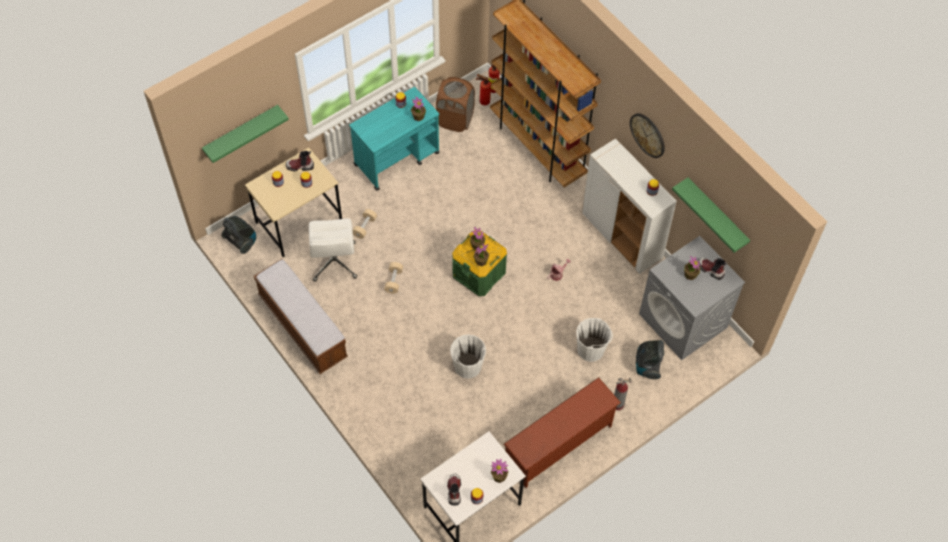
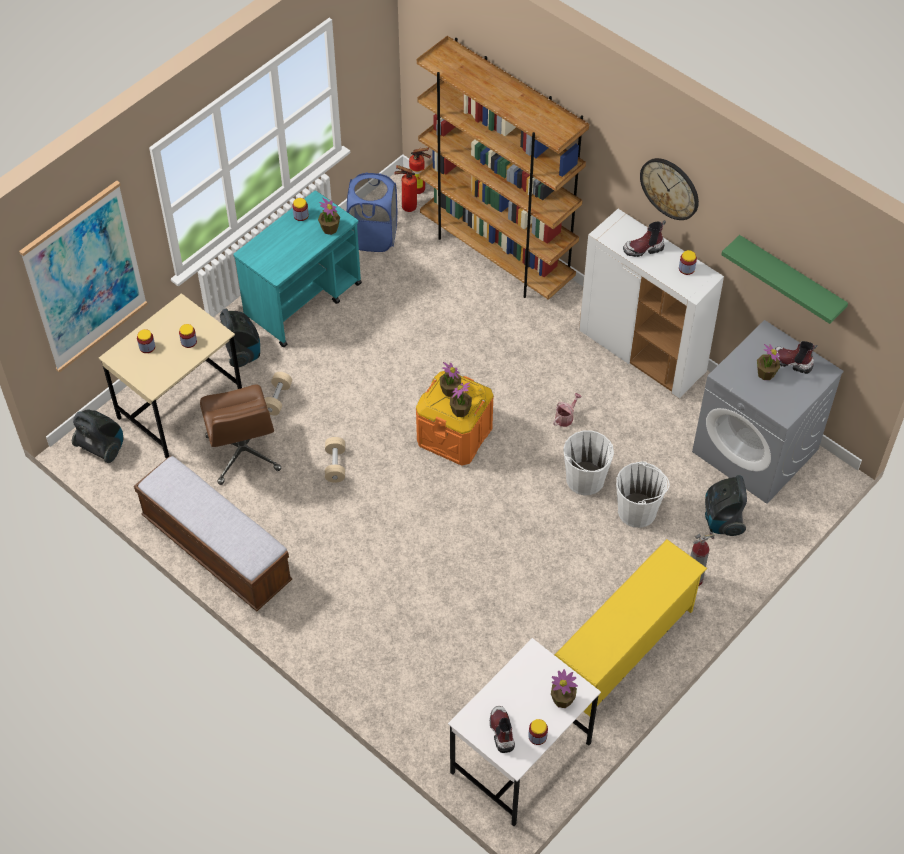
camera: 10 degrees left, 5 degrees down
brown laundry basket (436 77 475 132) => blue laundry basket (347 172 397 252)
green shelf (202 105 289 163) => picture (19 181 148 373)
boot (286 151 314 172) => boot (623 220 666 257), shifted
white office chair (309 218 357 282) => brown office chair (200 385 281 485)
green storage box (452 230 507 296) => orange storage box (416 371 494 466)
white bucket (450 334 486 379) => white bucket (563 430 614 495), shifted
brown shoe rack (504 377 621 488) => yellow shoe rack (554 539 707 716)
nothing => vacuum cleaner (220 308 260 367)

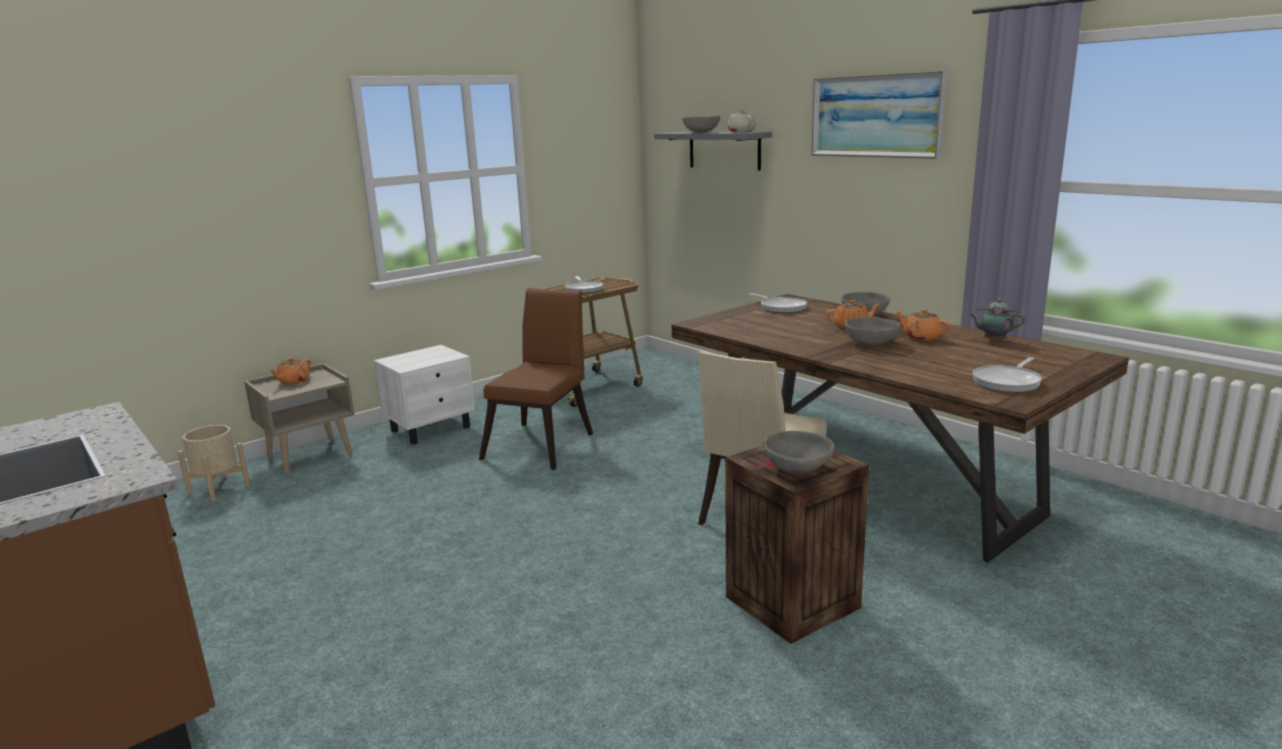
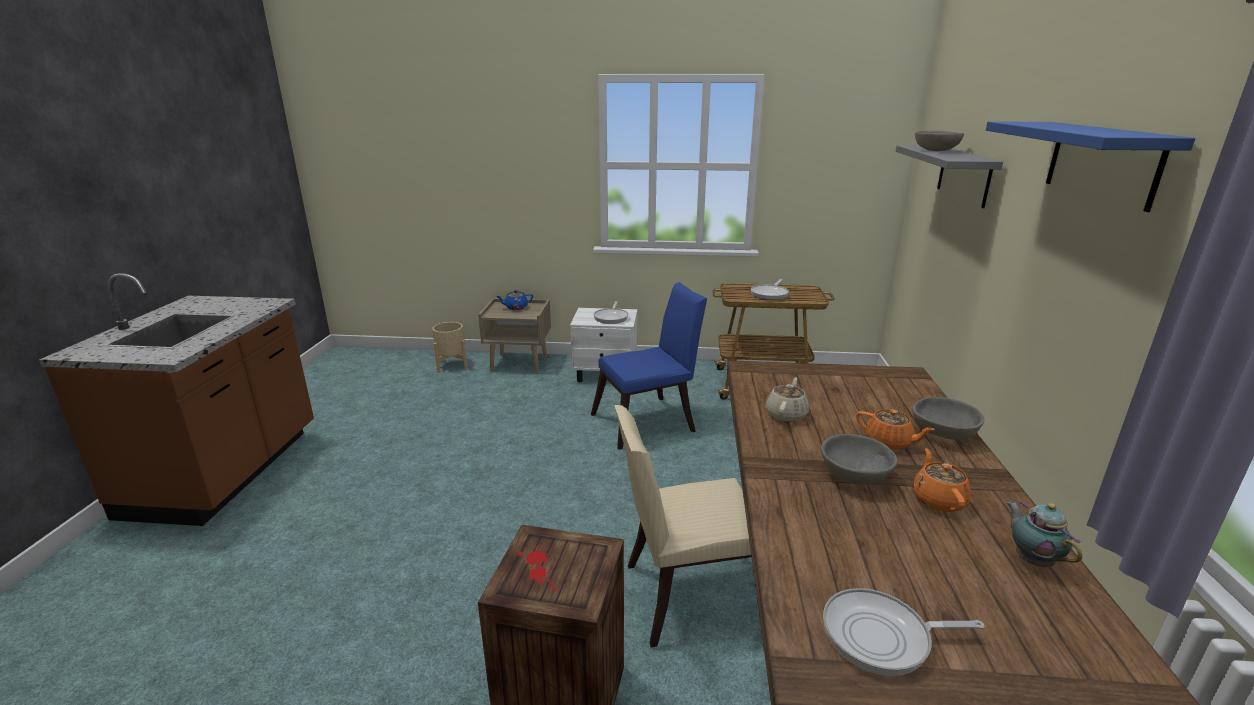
camera: 45 degrees right, 5 degrees up
picture (811 71 947 159) => blue shelf (986 121 1195 212)
beige teapot (728 109 756 132) => beige teapot (766 377 809 422), shifted
brown chair (479 288 593 470) => blue chair (591 282 707 450)
frying pan (749 293 807 313) => frying pan (593 301 628 324), shifted
orange teapot (269 358 311 384) => blue teapot (496 290 533 310)
grey bowl (763 431 835 475) => nothing

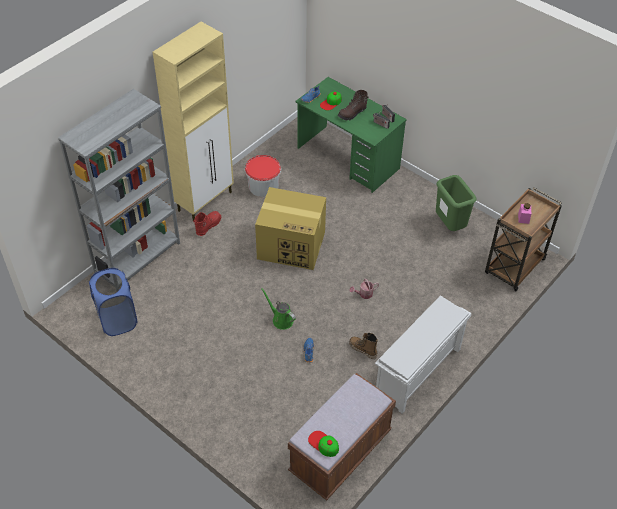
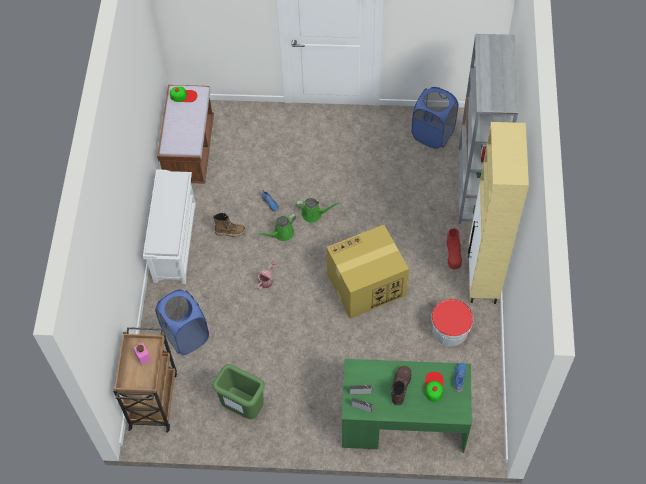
camera: 145 degrees right, 10 degrees up
nothing => green watering can (258 214 297 241)
nothing => blue laundry basket (155 289 209 355)

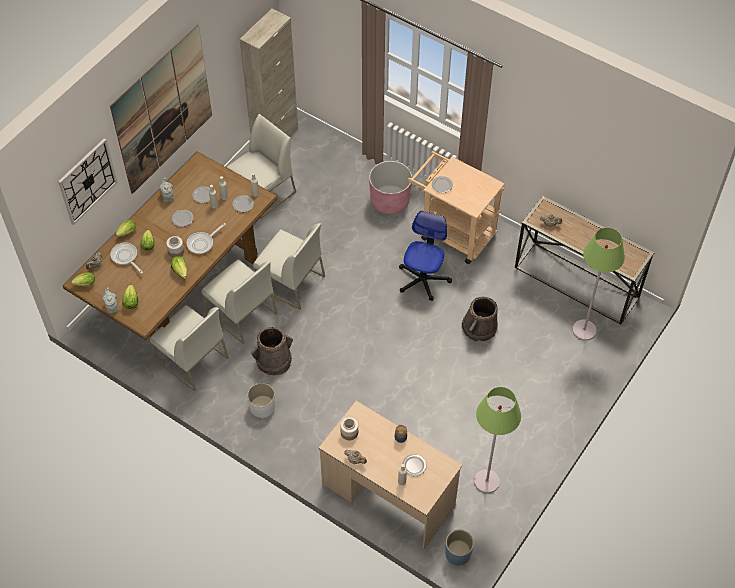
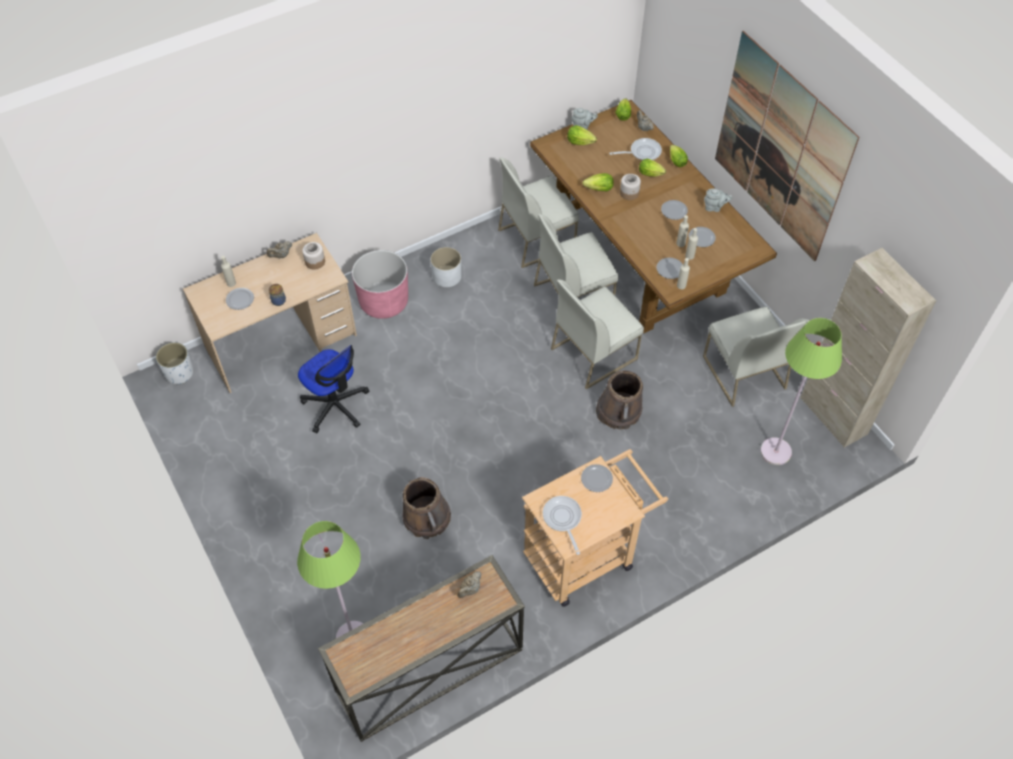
camera: 115 degrees right, 0 degrees up
wall clock (58 138 117 225) => nothing
pink planter (369 161 412 214) => pink planter (352 250 408 319), shifted
office chair (399 211 452 301) => office chair (298 345 369 433), shifted
frying pan (187 223 226 254) => frying pan (543 496 582 555), shifted
brown bucket (251 327 293 375) => brown bucket (596 371 643 430), shifted
green floor lamp (474 387 521 493) => green floor lamp (760 318 842 465), shifted
blue planter (445 530 474 565) => white planter (156 342 193 384)

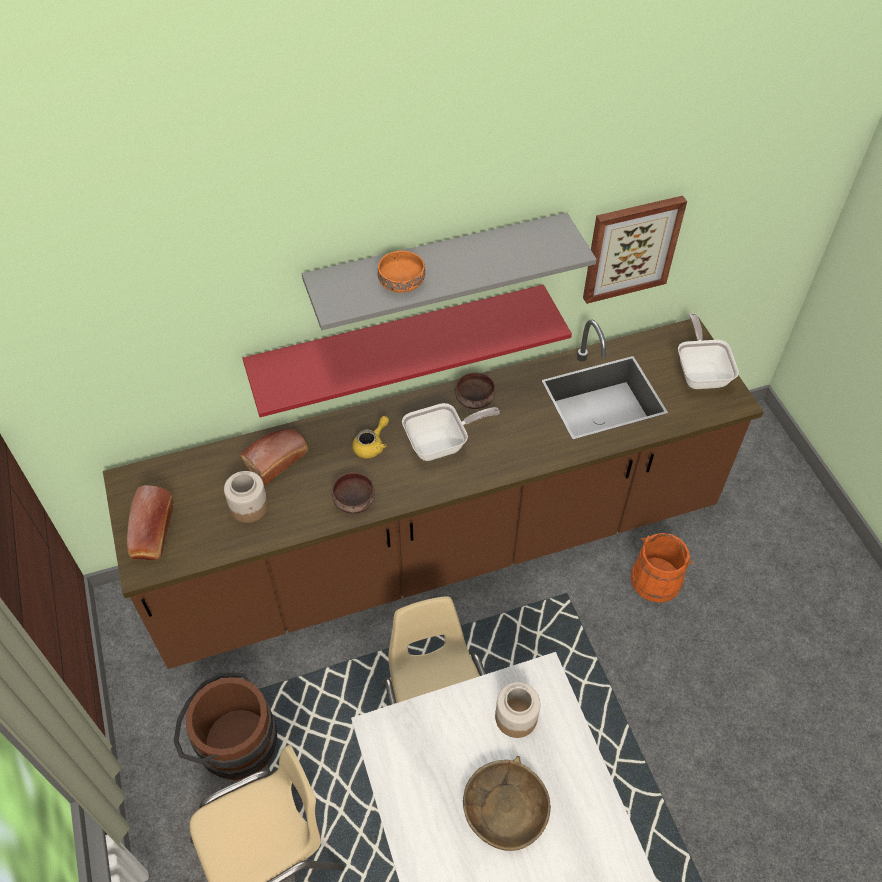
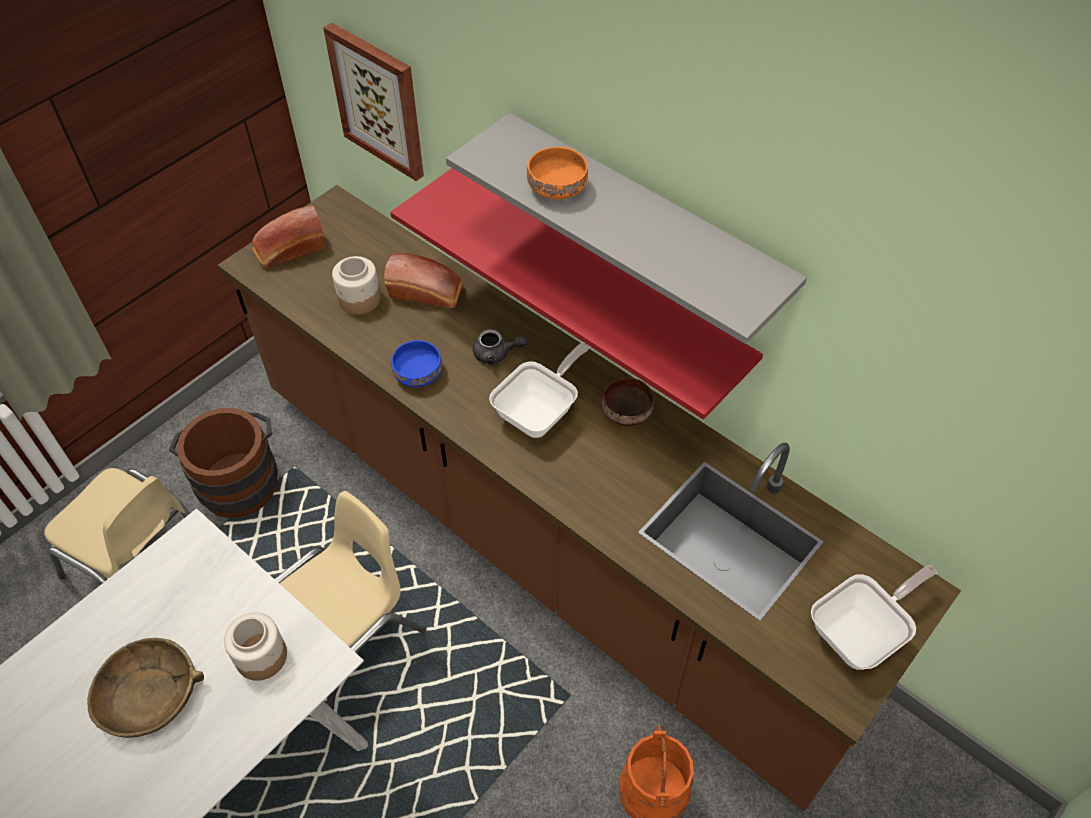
camera: 60 degrees right, 0 degrees up
picture (583 196 687 304) => picture (323 23 424 181), shifted
frying pan (402 403 500 461) => frying pan (489 343 590 438), 90 degrees counterclockwise
yellow teapot (352 416 389 459) => grey teapot (473 329 527 364)
brown bowl (332 472 375 513) => blue bowl (391 340 442 387)

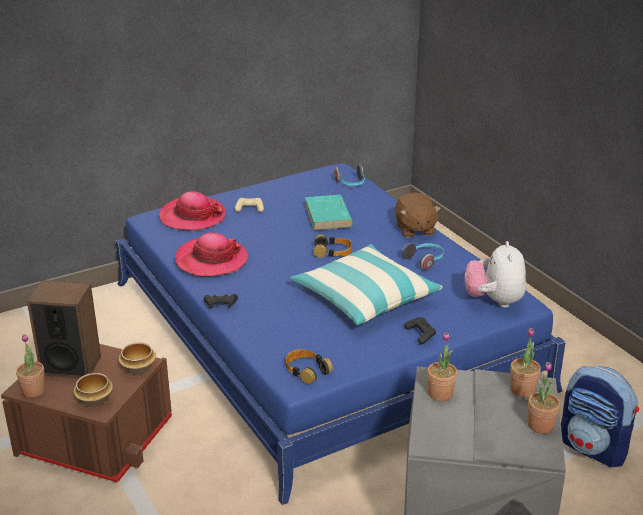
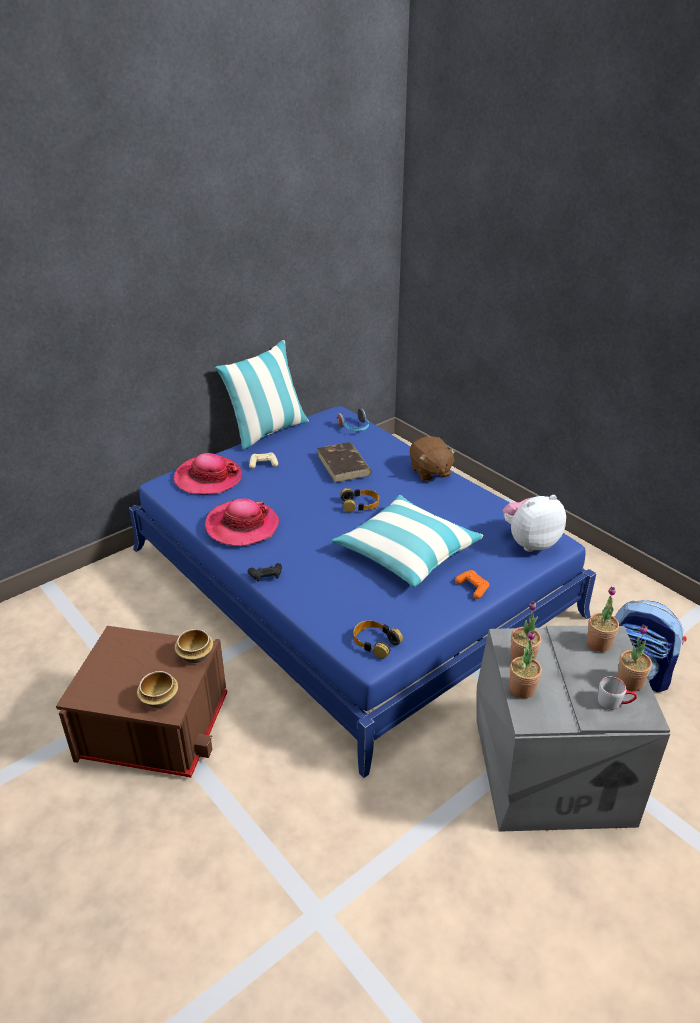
camera: 10 degrees left, 5 degrees up
turquoise book (305 195 353 230) => brown book (317 442 372 483)
plush toy (464 241 526 308) => plush toy (503 495 566 552), 75 degrees clockwise
headphones (402 243 444 270) => nothing
speaker (27 280 101 378) => nothing
black game controller (404 317 436 344) => orange game controller (455 570 489 599)
potted plant (16 334 45 397) => potted plant (510 631 542 698), shifted
nothing => pillow (215 340 309 450)
nothing => grey mug (598 677 637 710)

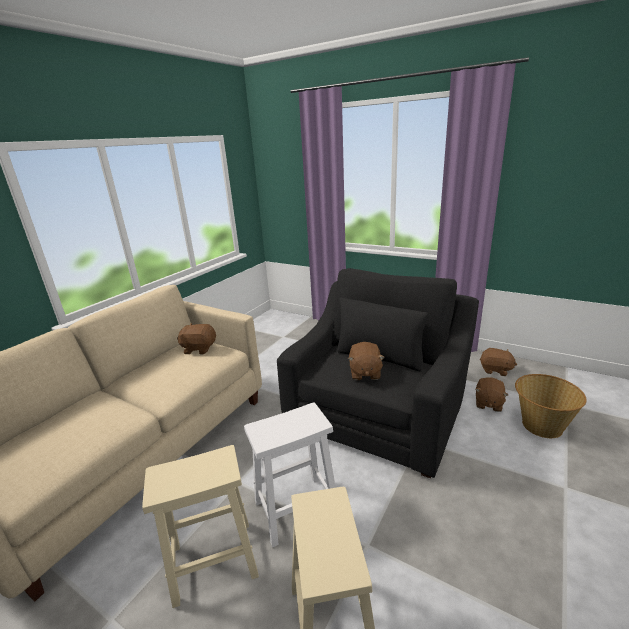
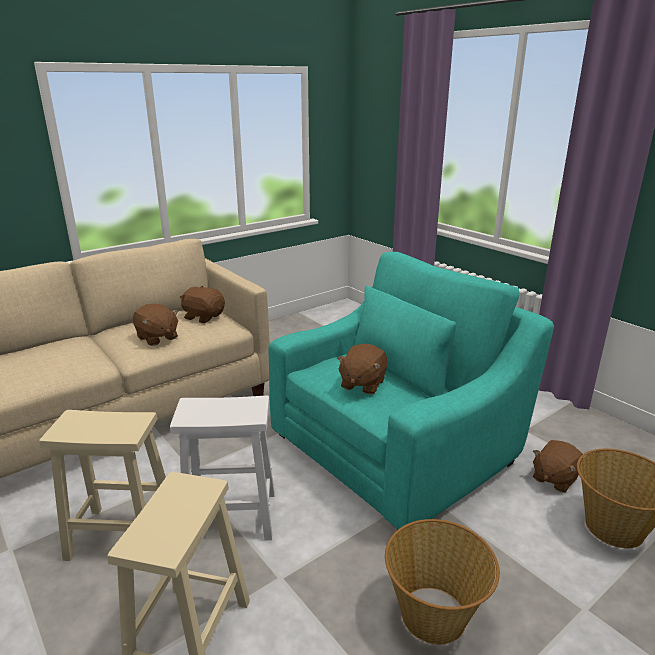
camera: 20 degrees right, 0 degrees up
black armchair (277 268 479 478) => turquoise armchair (268 252 554 530)
brown plush toy (480 348 517 376) => brown plush toy (133 304 179 346), shifted
nothing => basket (385 519 500 645)

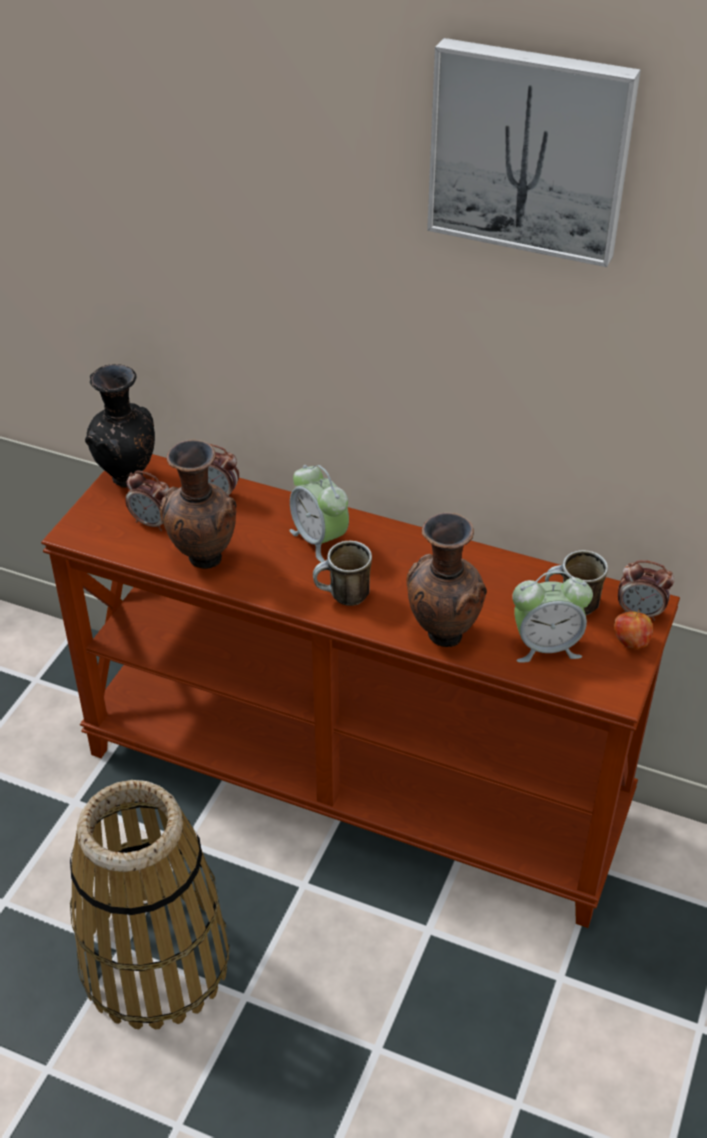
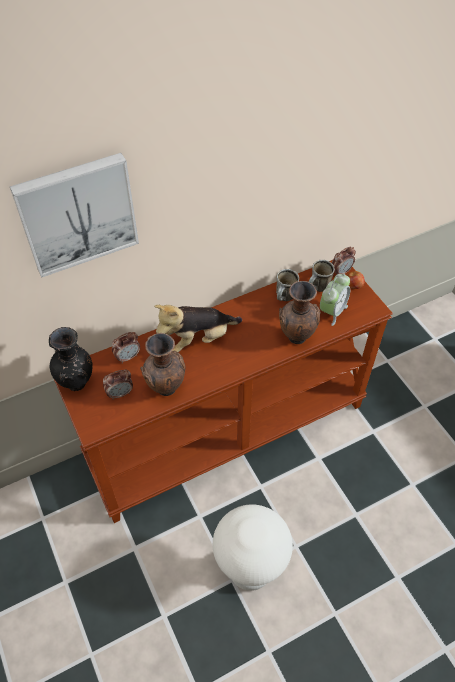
camera: 50 degrees left, 10 degrees up
picture (427 38 641 267) => picture (10 153 139 278), shifted
alarm clock (289 465 349 562) => plush toy (154 305 242 352)
mug (313 541 372 606) => mug (276 269 299 301), shifted
basket (70 780 230 1029) => white stool (213 504 293 591)

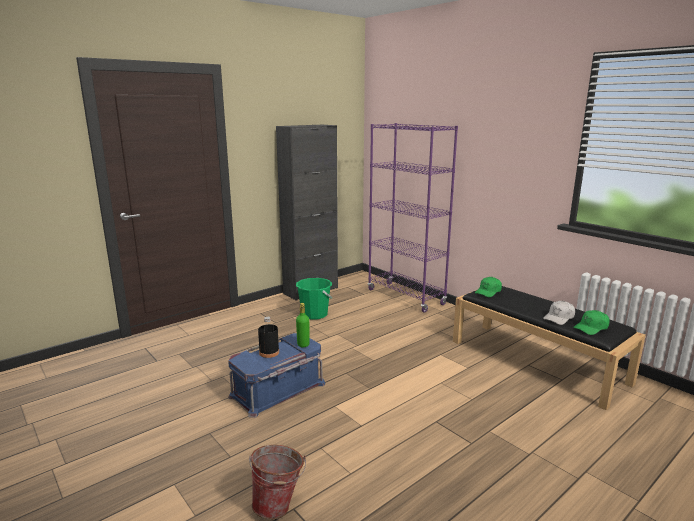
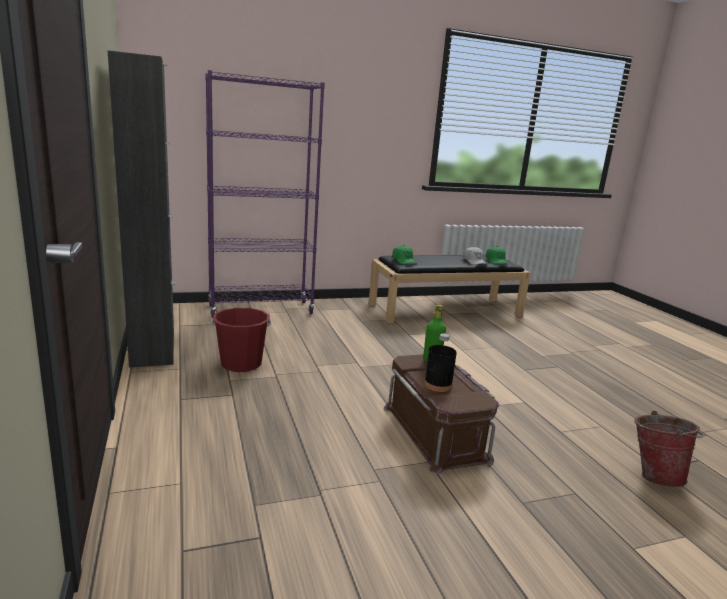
camera: 70 degrees left, 0 degrees up
green bucket (296 278 332 320) => red bucket (212 308 271 372)
blue storage box (228 333 325 418) => brown storage box (384 354 500 474)

